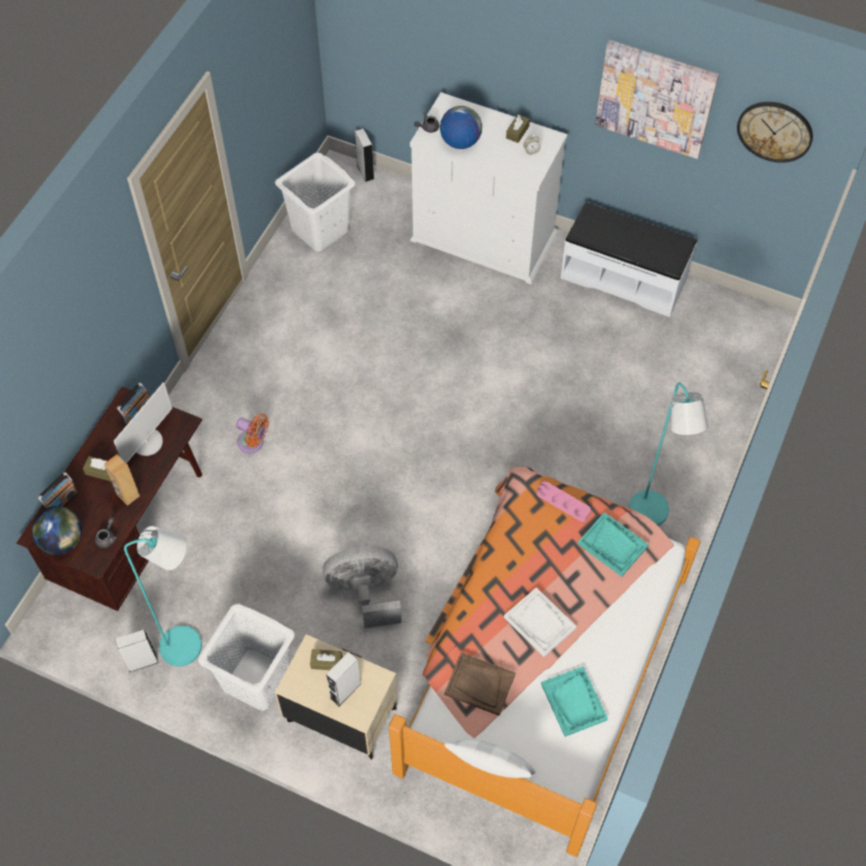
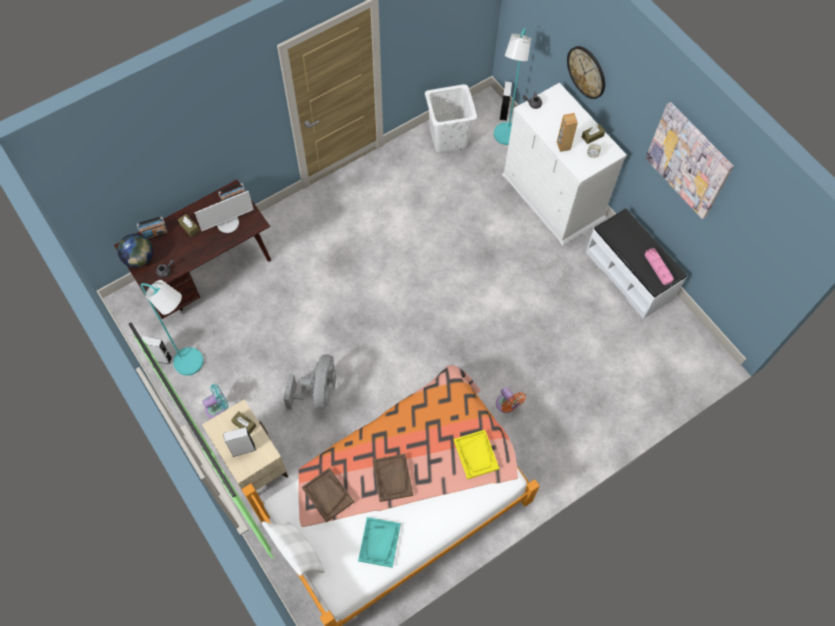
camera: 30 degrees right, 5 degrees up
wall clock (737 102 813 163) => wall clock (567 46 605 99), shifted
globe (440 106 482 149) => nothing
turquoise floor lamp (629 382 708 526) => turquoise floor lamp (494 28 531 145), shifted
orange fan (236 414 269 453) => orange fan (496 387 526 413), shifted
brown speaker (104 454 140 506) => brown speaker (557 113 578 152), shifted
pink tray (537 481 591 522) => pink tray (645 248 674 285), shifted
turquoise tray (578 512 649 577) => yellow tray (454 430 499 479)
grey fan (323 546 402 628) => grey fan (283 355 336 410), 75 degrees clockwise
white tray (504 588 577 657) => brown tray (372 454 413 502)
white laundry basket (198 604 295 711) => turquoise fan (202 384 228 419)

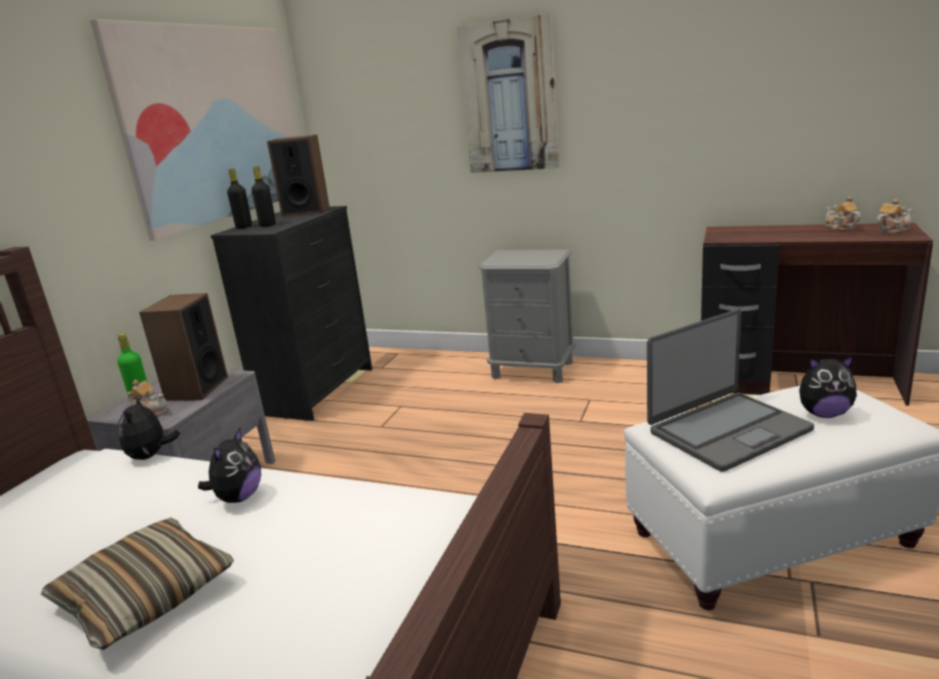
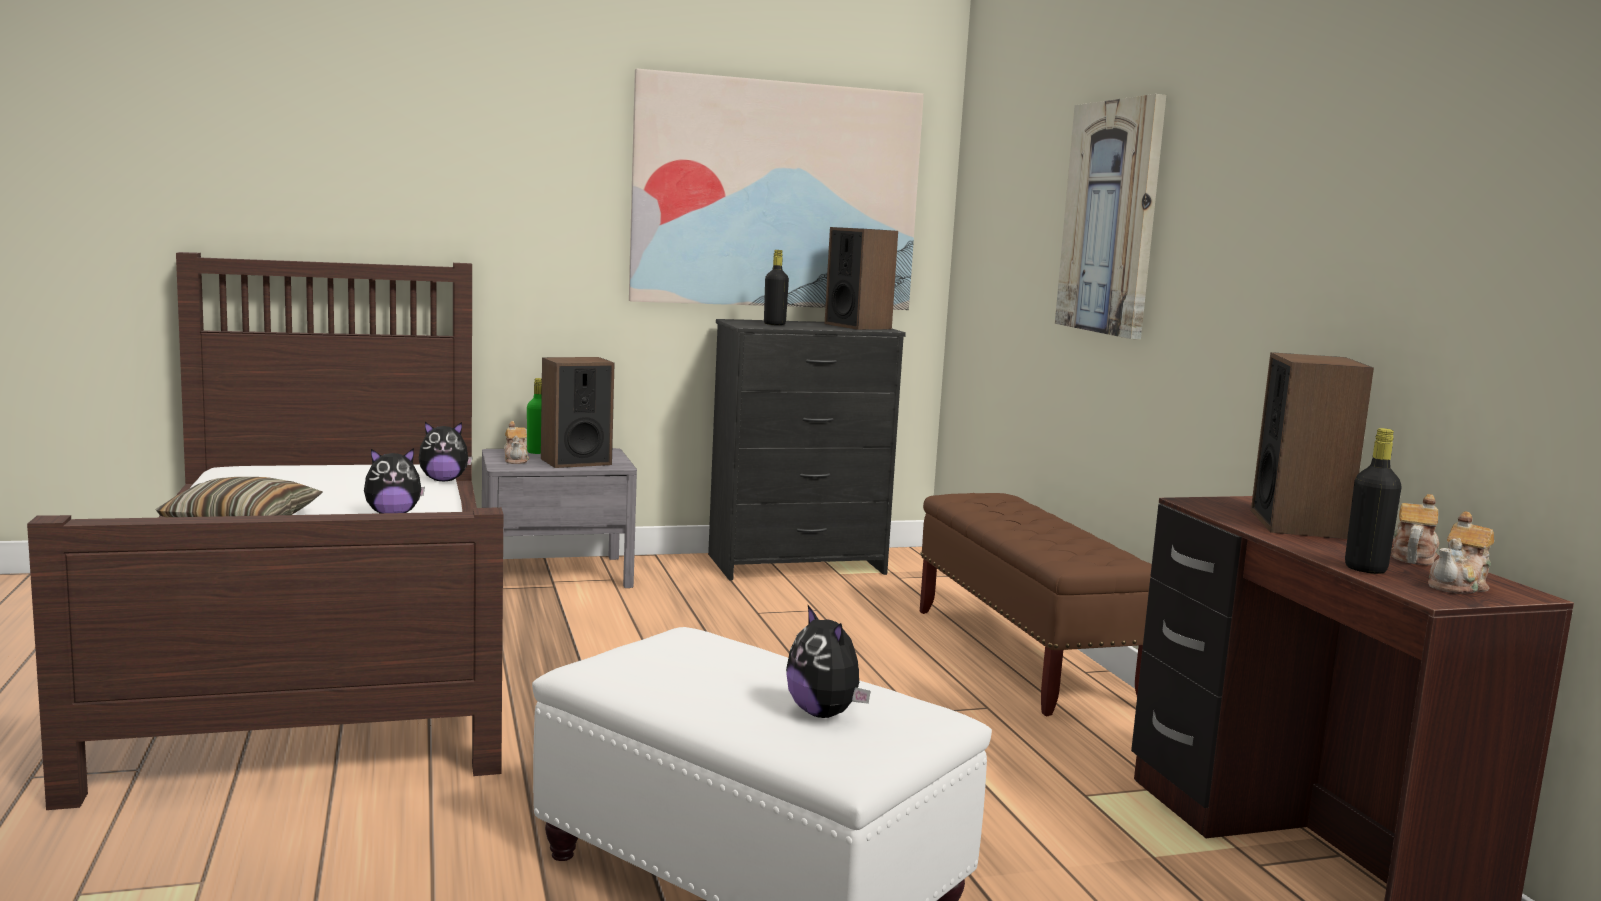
camera: 50 degrees right, 10 degrees down
black bottle (227 168 252 229) => black bottle (1345 428 1402 574), shifted
teapot (876 199 913 234) => teapot (1428 511 1494 594), 105 degrees clockwise
grey nightstand (478 249 576 383) => brown bench (920 493 1152 716)
laptop (647 309 814 472) => nothing
plush toy (117 396 180 460) => plush toy (419 422 473 481), 150 degrees counterclockwise
nothing => speaker (1251 352 1374 539)

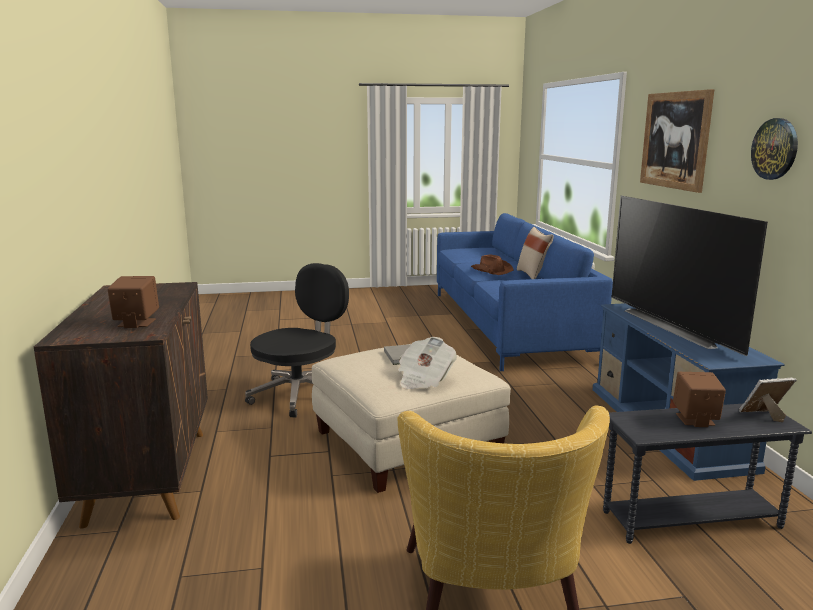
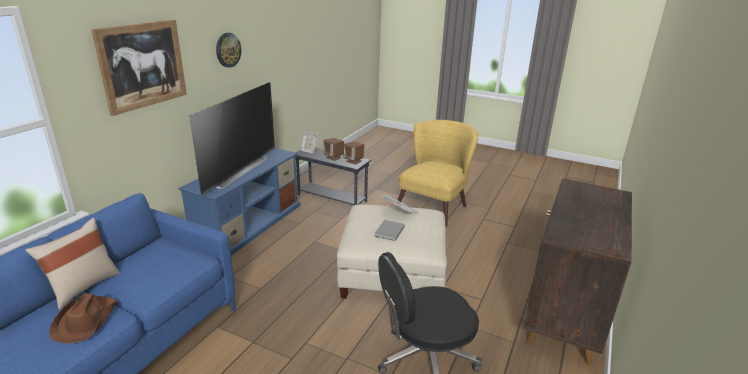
camera: 145 degrees left, 10 degrees up
brown speaker (107 276 159 328) => brown speaker (343 141 364 165), shifted

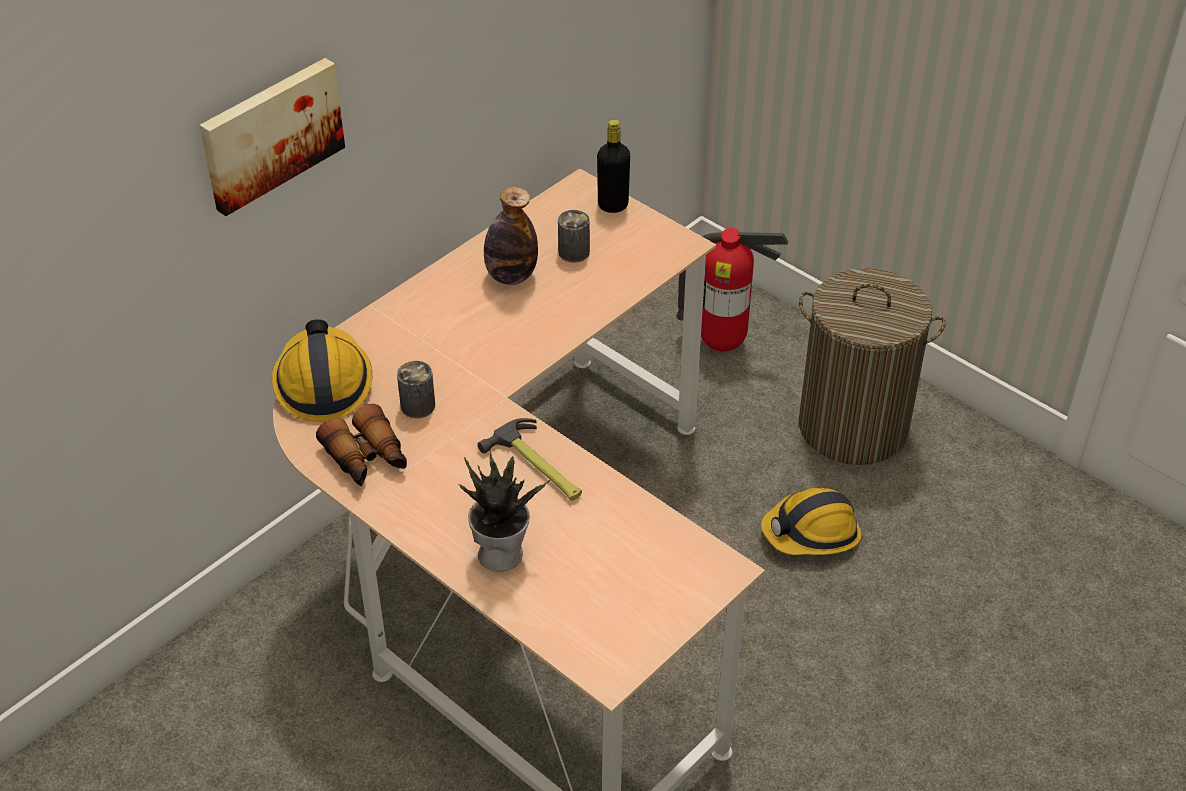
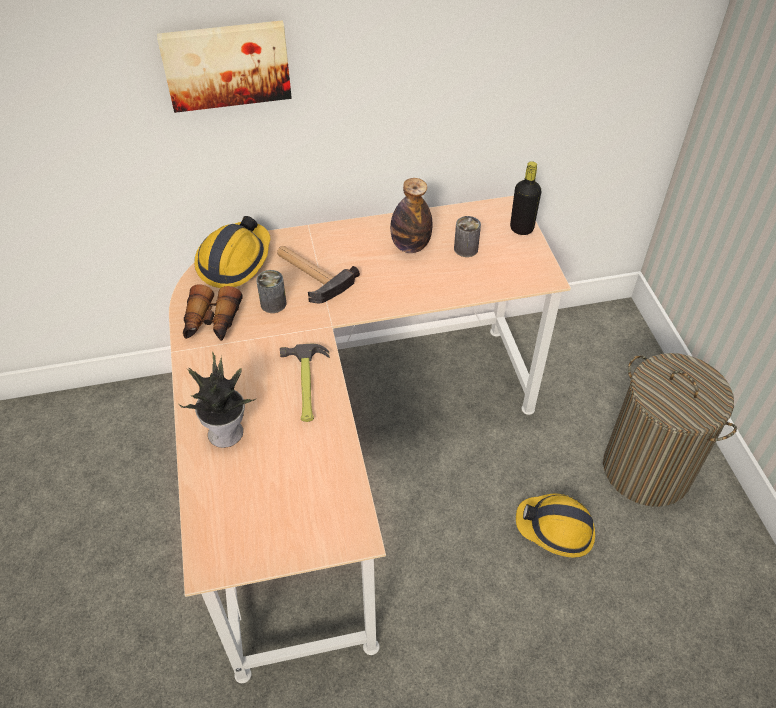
camera: 35 degrees right, 5 degrees up
fire extinguisher (677 228 788 352) => nothing
nothing => hammer (277 246 360 303)

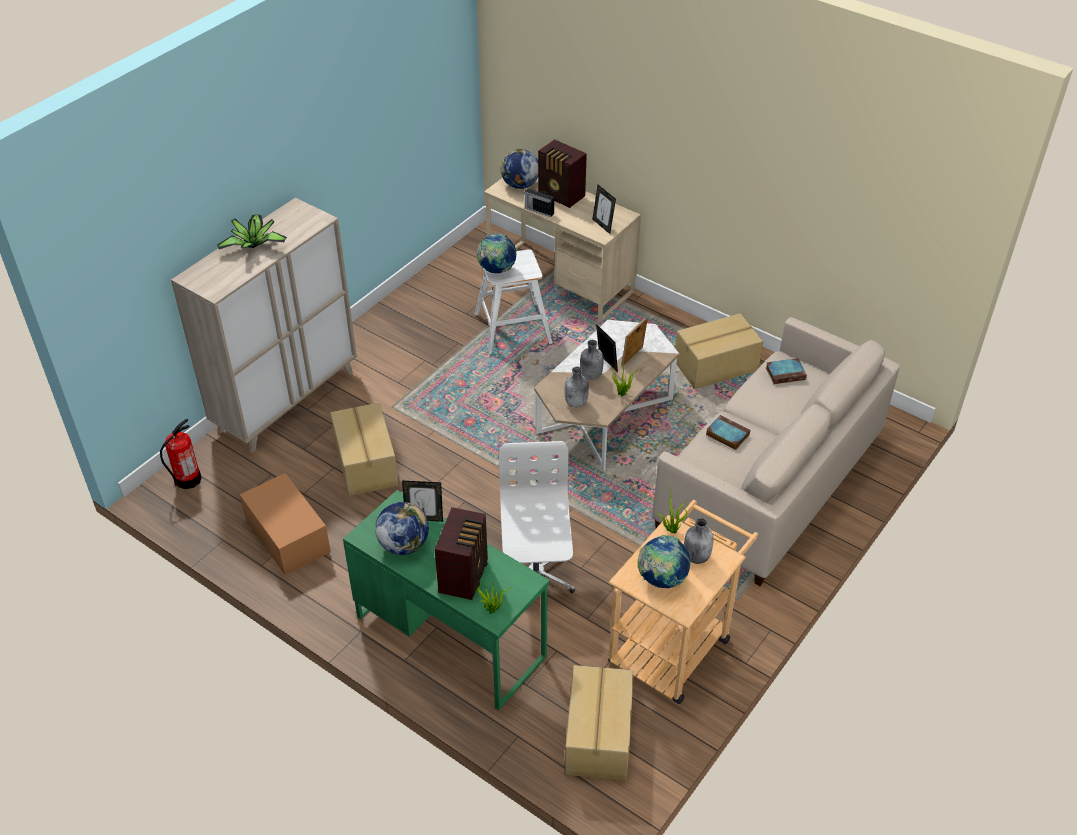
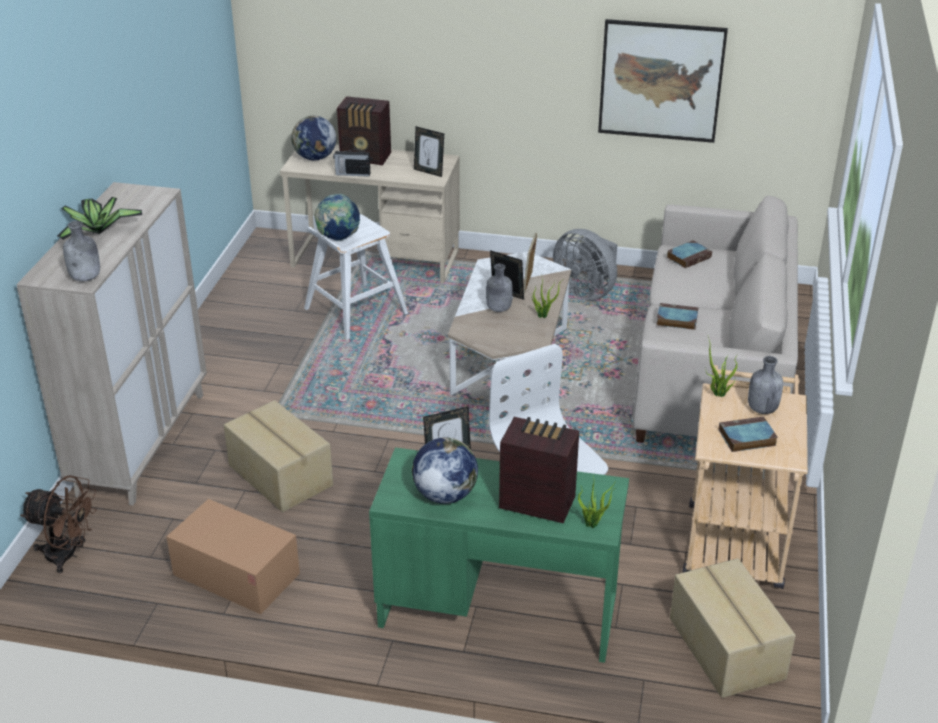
camera: 25 degrees left, 10 degrees down
cardboard box (675 313 763 389) => grey fan (553 229 617 300)
grey bottle (565 367 589 407) => grey bottle (63 221 100 281), shifted
fire extinguisher (160 419 202 489) => brown fan (20 475 97 573)
radio (435 507 488 600) => radio (499 417 579 523), 60 degrees counterclockwise
globe (638 535 690 588) => book (719 416 778 452)
nothing => picture (598 19 728 143)

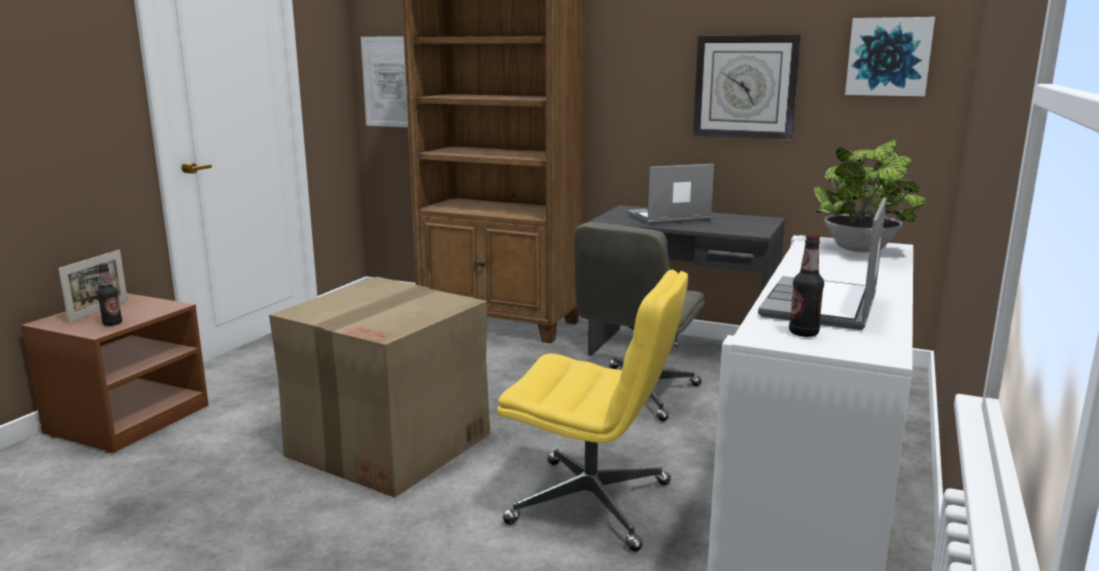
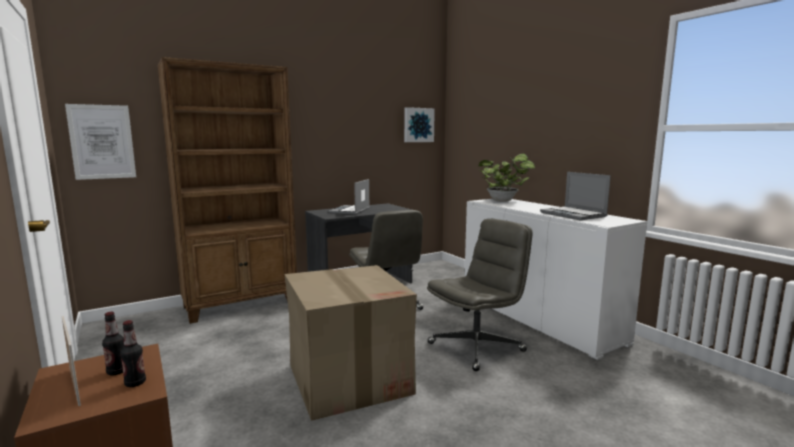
camera: 55 degrees left, 5 degrees down
wall clock (693 35 801 140) => nothing
bottle (789 234 824 337) => bottle (102 312 124 375), shifted
yellow office chair (497 270 688 552) => grey office chair (427 219 532 371)

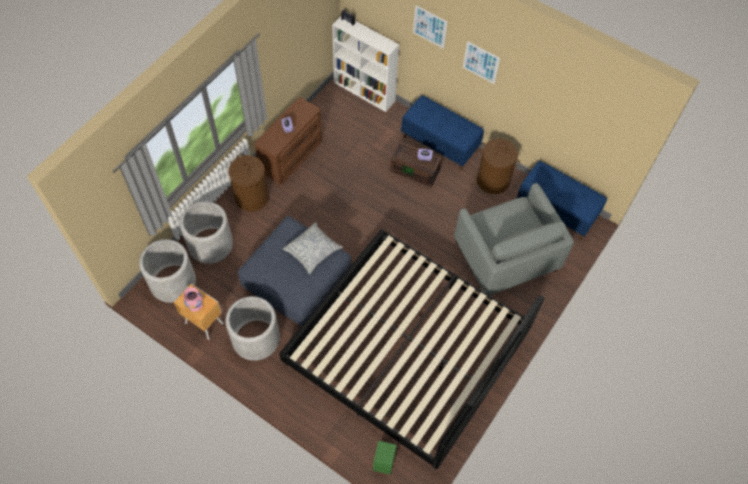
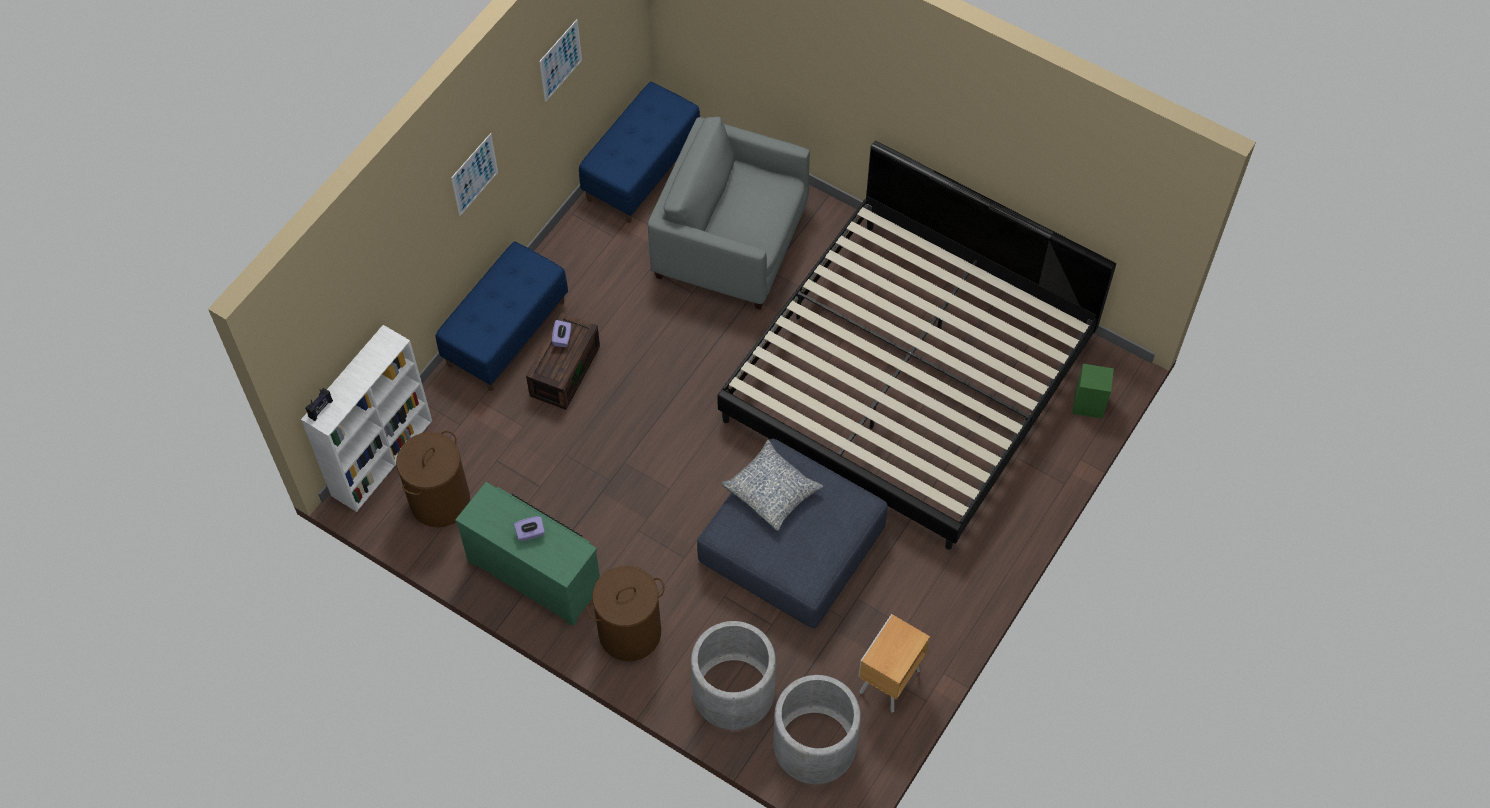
camera: 90 degrees left, 0 degrees up
picture (413 5 448 49) => picture (539 19 582 102), shifted
brown dresser (254 97 322 185) => green dresser (455 482 600 626)
brown laundry basket (477 138 520 194) => brown laundry basket (396 431 470 528), shifted
grey armchair (454 183 574 295) => grey armchair (648 117 810 310), 135 degrees counterclockwise
pink vase (183 287 203 312) => nothing
grey planter (226 296 280 361) => nothing

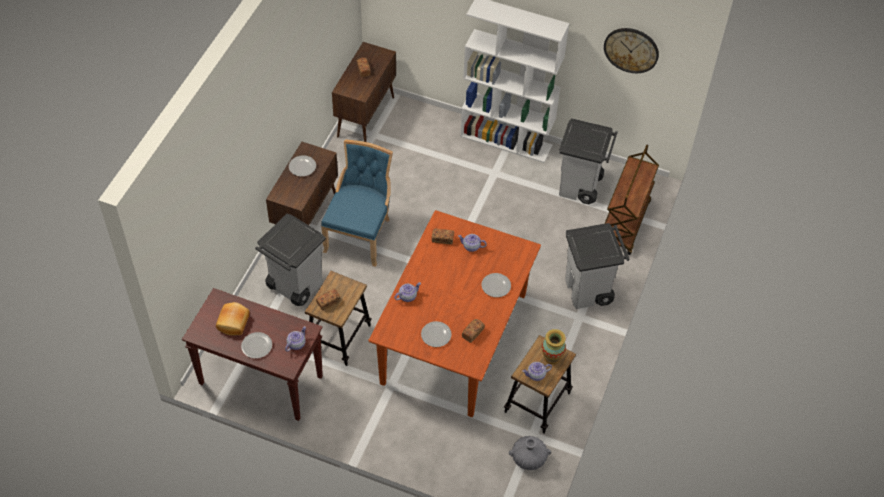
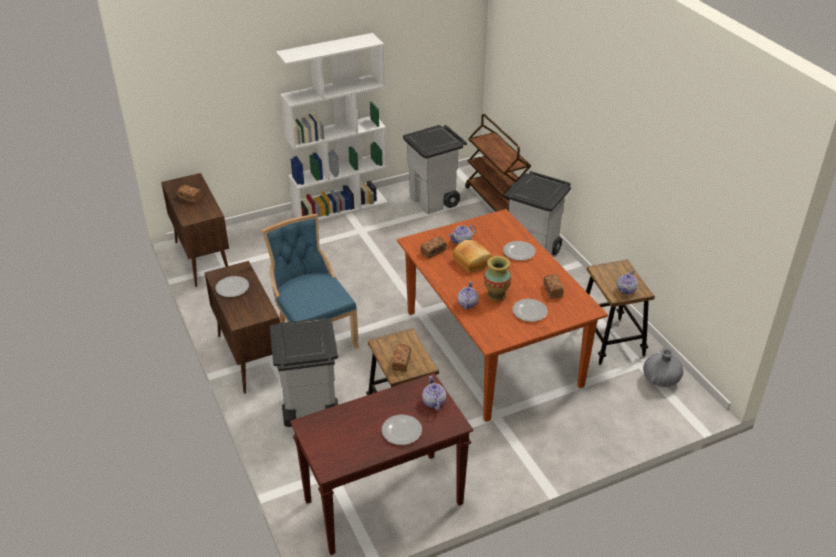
camera: 45 degrees left, 15 degrees down
wall clock (604 28 659 73) => nothing
bread (216 302 250 336) => bread (453 240 492 272), shifted
vase (542 329 566 364) => vase (484 256 512 301), shifted

